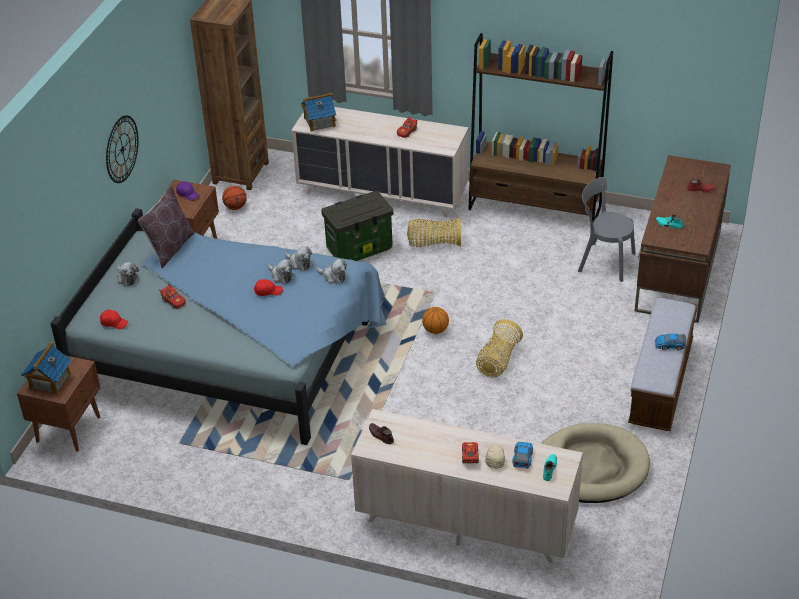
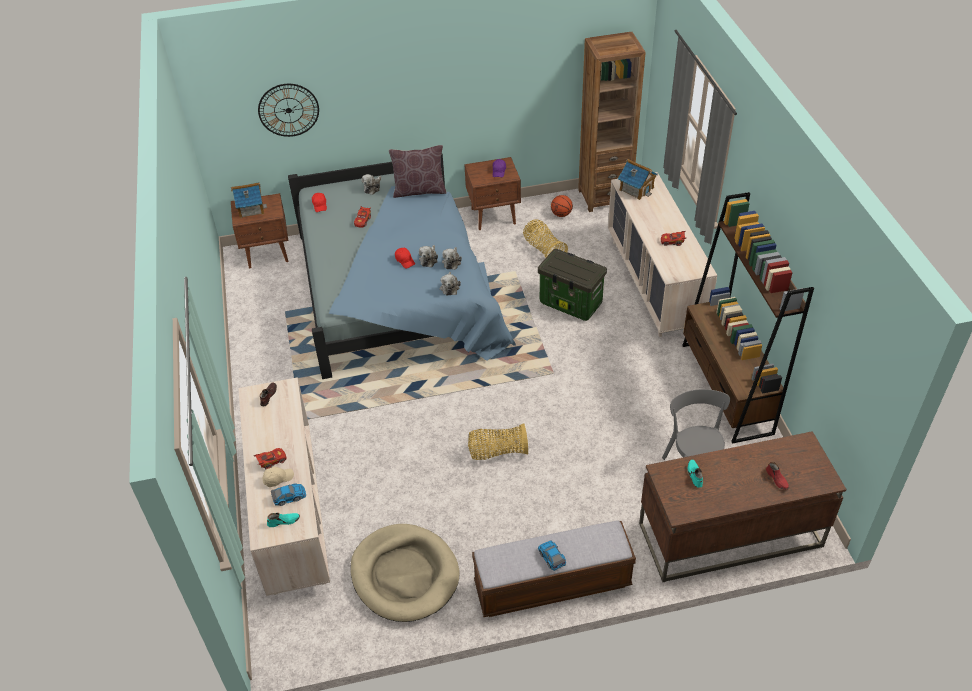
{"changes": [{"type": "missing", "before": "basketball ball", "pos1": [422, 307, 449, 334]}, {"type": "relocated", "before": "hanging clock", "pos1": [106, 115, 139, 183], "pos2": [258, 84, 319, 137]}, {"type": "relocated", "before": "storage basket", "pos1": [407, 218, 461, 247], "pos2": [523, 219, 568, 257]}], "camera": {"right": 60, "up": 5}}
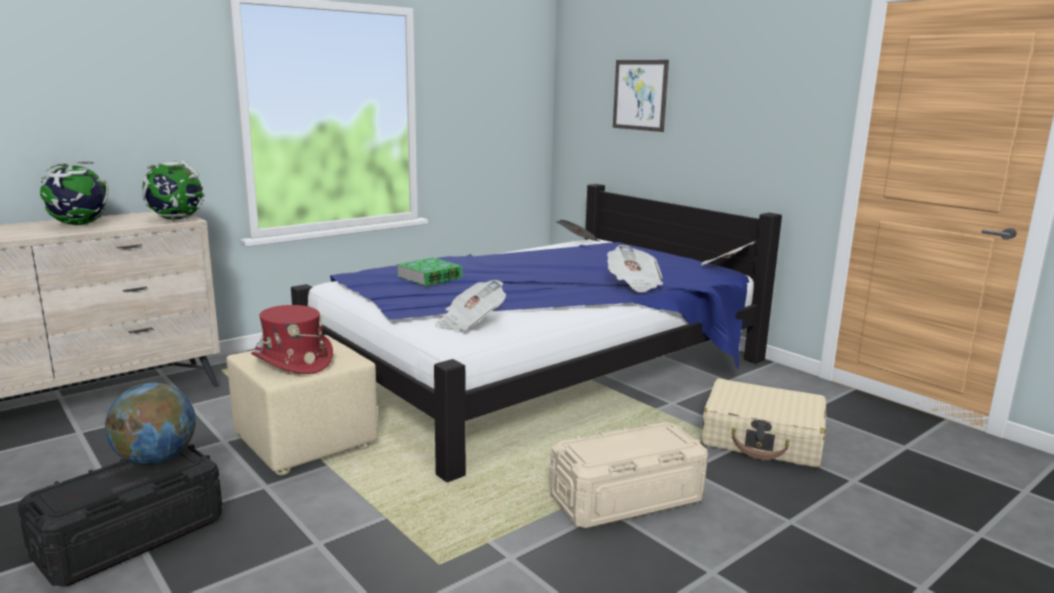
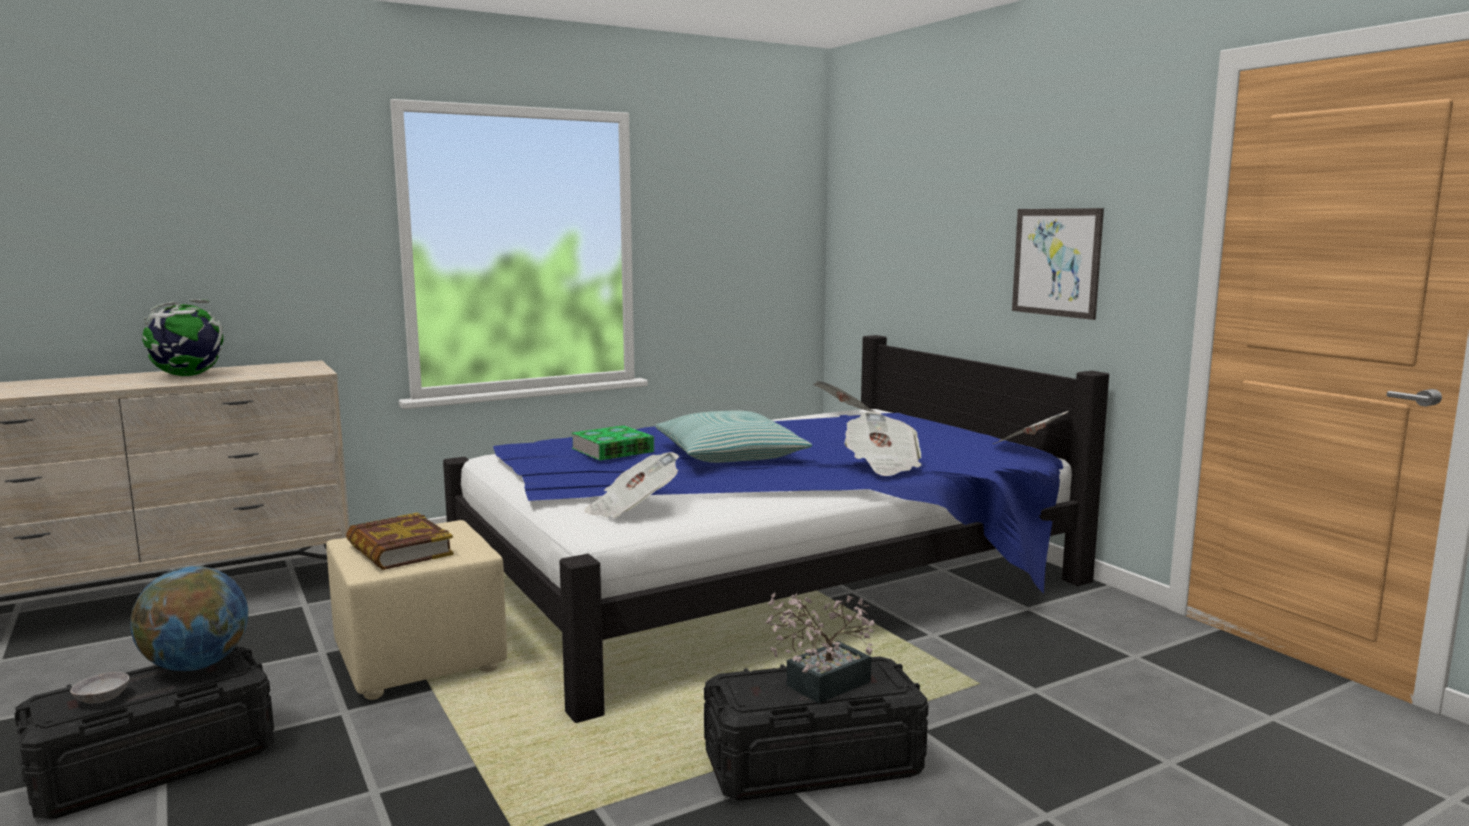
{"changes": [{"type": "missing", "before": "world globe", "pos1": [142, 160, 205, 221]}, {"type": "missing", "before": "beige-coloured piece of luggage", "pos1": [701, 378, 827, 468]}, {"type": "appeared", "after": "grey serving bowl", "pos2": [70, 672, 129, 703]}, {"type": "appeared", "after": "throw pillow", "pos2": [655, 411, 812, 463]}, {"type": "appeared", "after": "houseplant", "pos2": [765, 593, 874, 703]}, {"type": "relocated", "before": "wall art", "pos1": [613, 60, 669, 132], "pos2": [1012, 208, 1104, 320]}, {"type": "exchanged", "before": "red wearable hat", "after": "volume", "pos1": [251, 305, 333, 374], "pos2": [346, 513, 454, 570]}, {"type": "colour", "before": "beige-coloured storage box", "after": "black storage box", "pos1": [549, 422, 708, 528], "pos2": [704, 656, 929, 801]}], "camera": {"right": 10, "up": -5}}
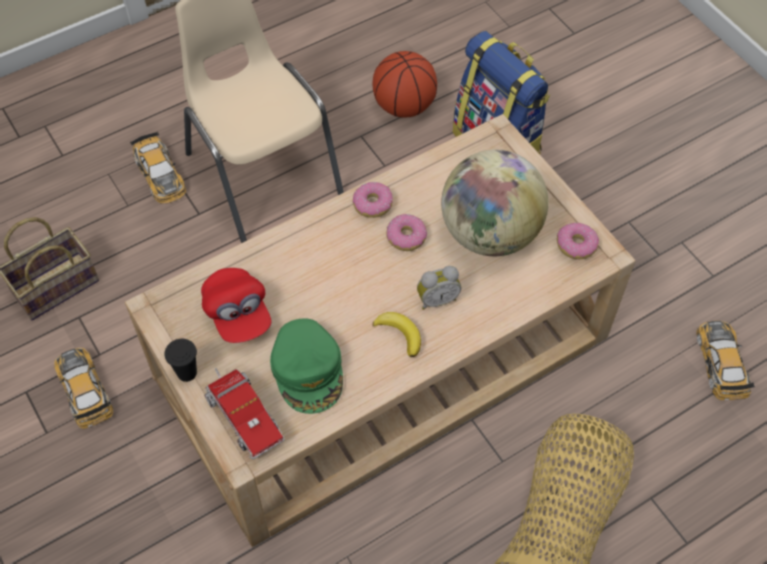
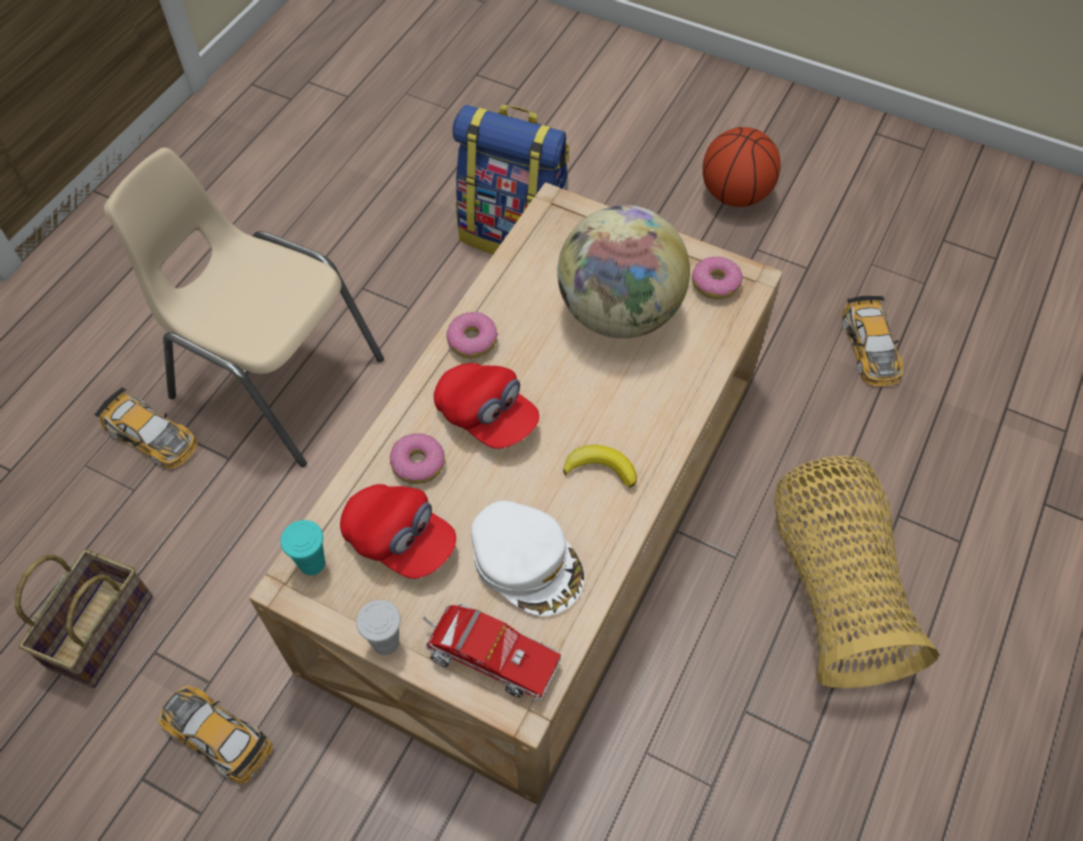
{"changes": [{"type": "missing", "before": "alarm clock", "pos1": [417, 266, 461, 310]}, {"type": "appeared", "after": "turquoise small cup", "pos2": [281, 520, 325, 575]}, {"type": "appeared", "after": "red cap", "pos2": [434, 363, 539, 449]}, {"type": "relocated", "before": "basketball ball", "pos1": [373, 51, 437, 118], "pos2": [703, 127, 781, 207]}, {"type": "relocated", "before": "ring doughnut", "pos1": [386, 214, 427, 251], "pos2": [390, 433, 445, 484]}, {"type": "colour", "before": "black small cup", "after": "whitish small cup", "pos1": [165, 339, 197, 382], "pos2": [356, 600, 401, 655]}, {"type": "colour", "before": "green cap", "after": "whitish cap", "pos1": [270, 318, 343, 414], "pos2": [471, 501, 585, 616]}, {"type": "spun", "before": "toy car", "pos1": [697, 321, 755, 400], "pos2": [843, 296, 903, 387], "turn": -150}], "camera": {"right": -30, "up": 0}}
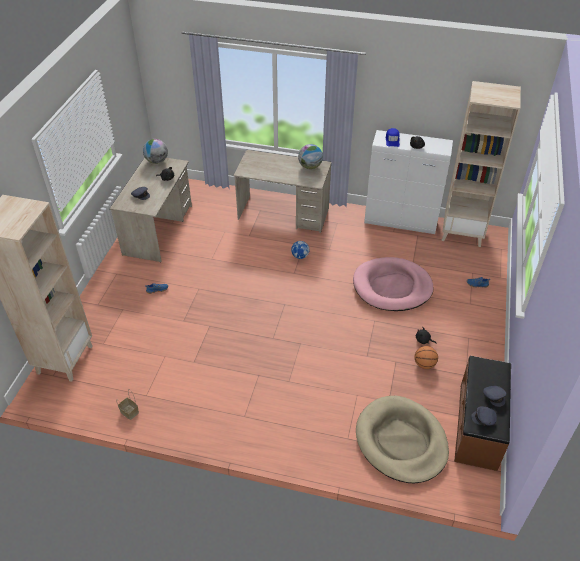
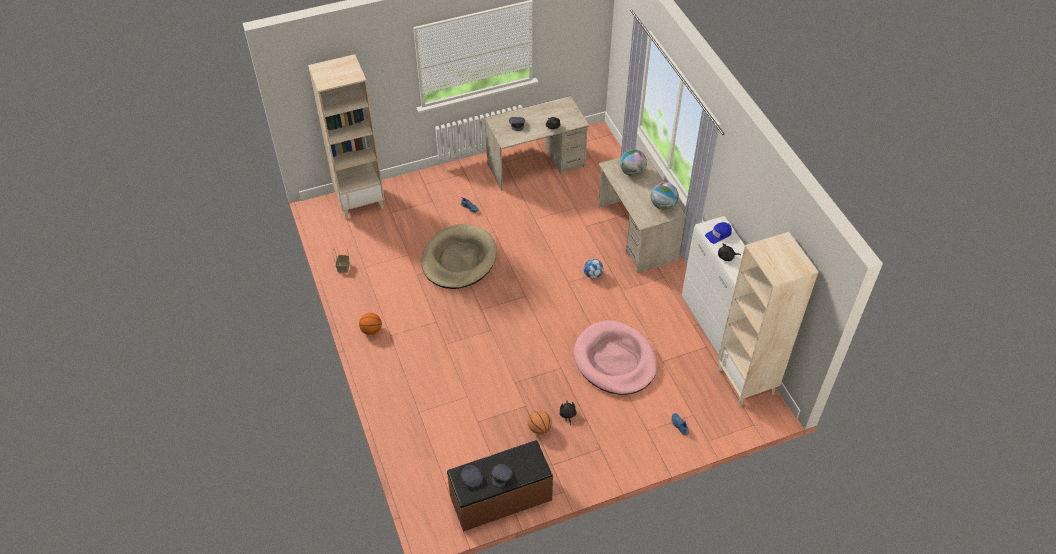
{"changes": [{"type": "appeared", "after": "basketball ball", "pos2": [359, 313, 382, 335]}, {"type": "relocated", "before": "world globe", "pos1": [143, 139, 168, 164], "pos2": [620, 149, 647, 176]}, {"type": "relocated", "before": "beige-coloured dog bed", "pos1": [356, 396, 449, 483], "pos2": [422, 224, 497, 289]}], "camera": {"right": 55, "up": 5}}
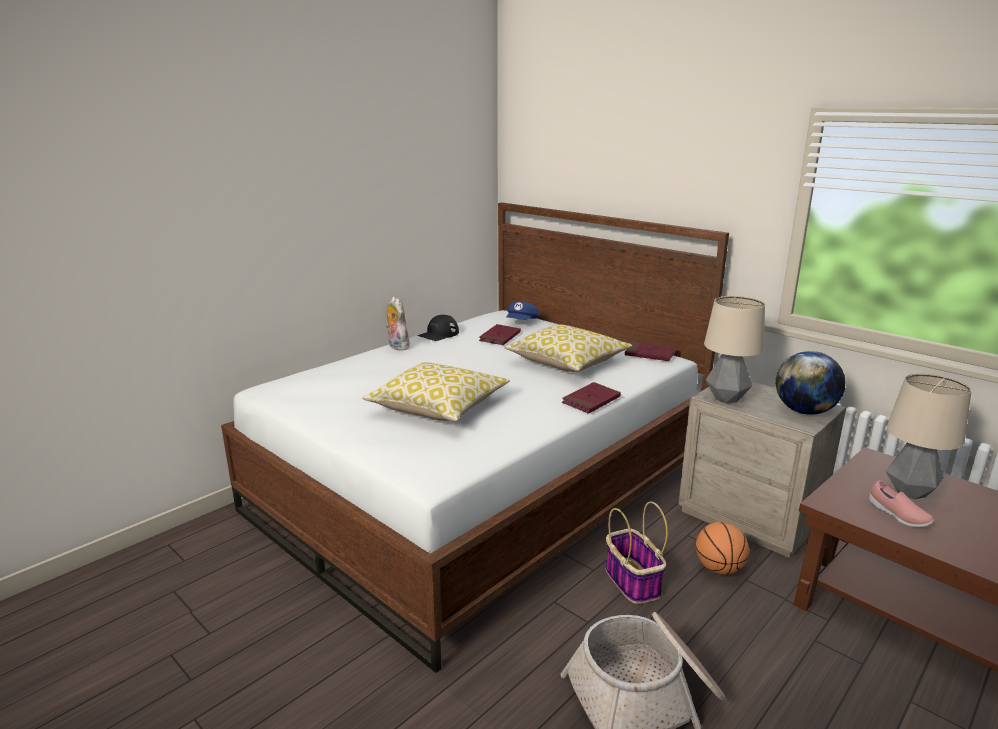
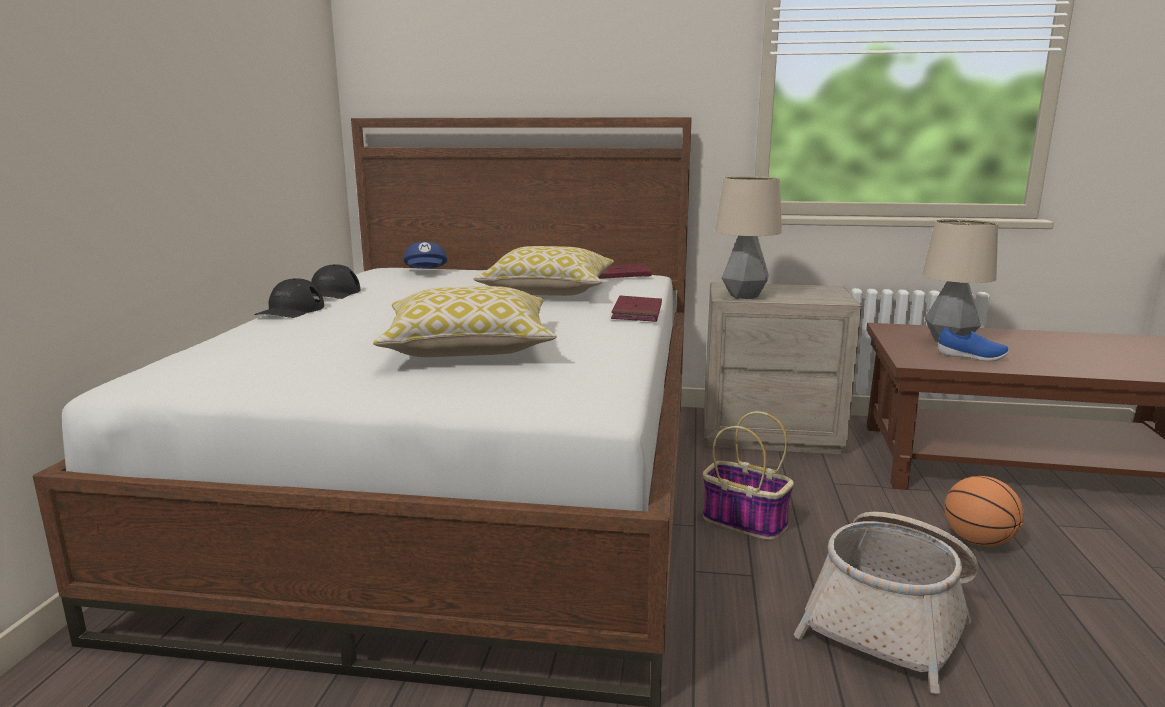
{"changes": [{"type": "missing", "before": "red volume", "pos1": [479, 324, 521, 345]}, {"type": "missing", "before": "world globe", "pos1": [776, 351, 846, 415]}, {"type": "relocated", "before": "basketball ball", "pos1": [696, 522, 749, 575], "pos2": [944, 476, 1024, 546]}, {"type": "exchanged", "before": "soft toy", "after": "black cap", "pos1": [385, 297, 411, 351], "pos2": [254, 278, 324, 318]}, {"type": "colour", "before": "pink item of footwear", "after": "bluish item of footwear", "pos1": [869, 480, 934, 528], "pos2": [938, 328, 1009, 361]}], "camera": {"right": -35, "up": -5}}
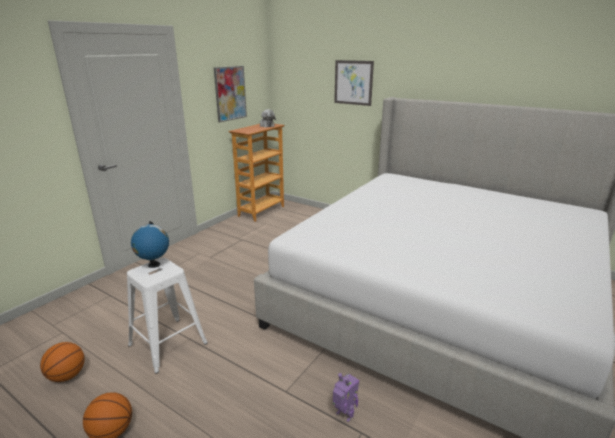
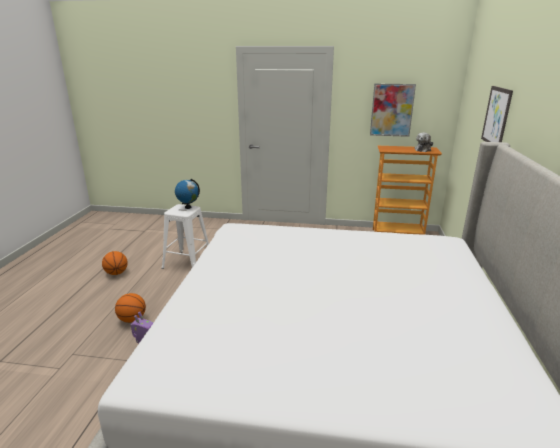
{"changes": [{"type": "relocated", "before": "basketball ball", "pos1": [40, 342, 85, 382], "pos2": [115, 293, 146, 323]}], "camera": {"right": 65, "up": 0}}
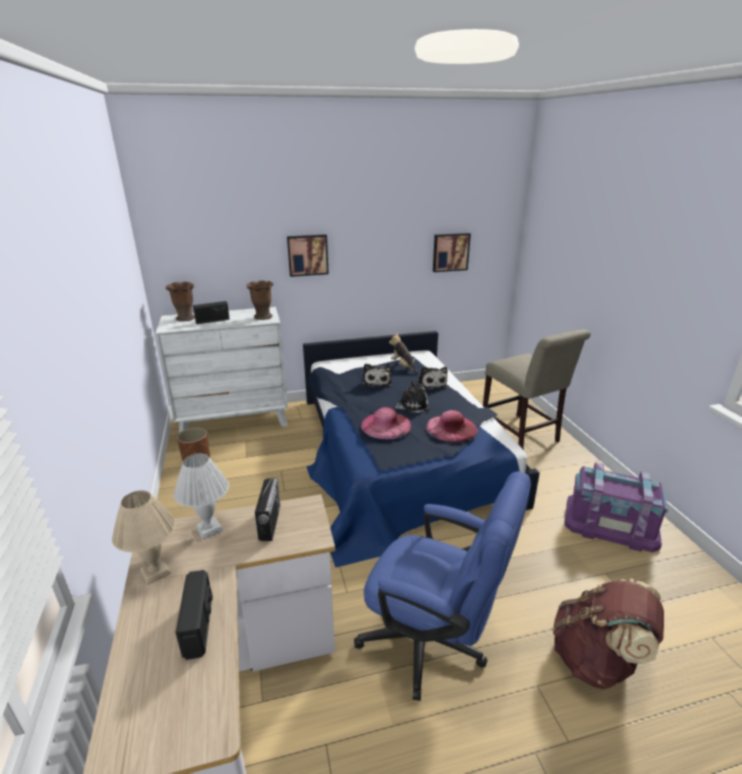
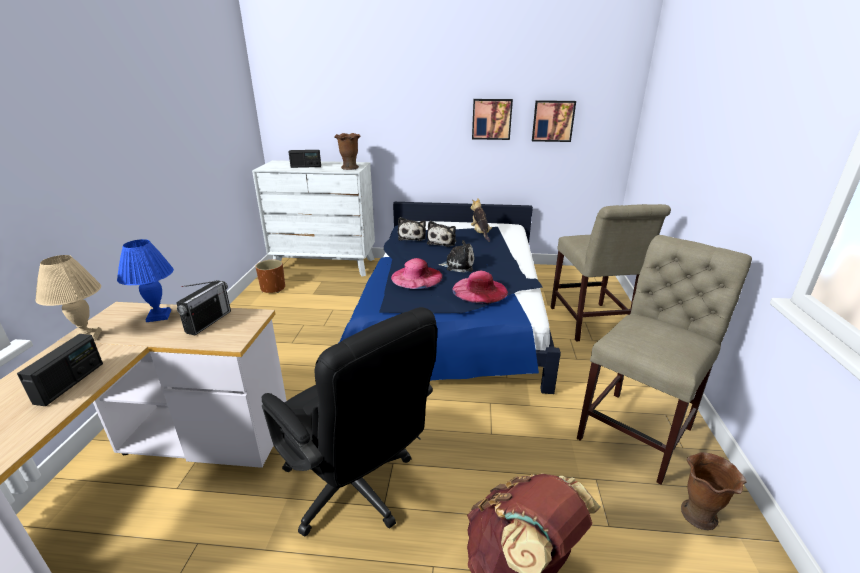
{"changes": [{"type": "relocated", "before": "brownish vase", "pos1": [165, 282, 195, 322], "pos2": [681, 452, 746, 530]}, {"type": "relocated", "before": "wall art", "pos1": [287, 234, 329, 277], "pos2": [472, 99, 513, 140]}, {"type": "relocated", "before": "soft toy", "pos1": [416, 367, 447, 390], "pos2": [398, 217, 426, 241]}, {"type": "exchanged", "before": "purple storage box", "after": "beige-coloured plain chair", "pos1": [565, 462, 668, 552], "pos2": [577, 235, 752, 484]}, {"type": "colour", "before": "whitish lamp for a table", "after": "bluish lamp for a table", "pos1": [174, 453, 229, 539], "pos2": [117, 239, 174, 322]}, {"type": "colour", "before": "bluish office chair", "after": "black office chair", "pos1": [354, 471, 531, 701], "pos2": [262, 307, 437, 537]}], "camera": {"right": 20, "up": 0}}
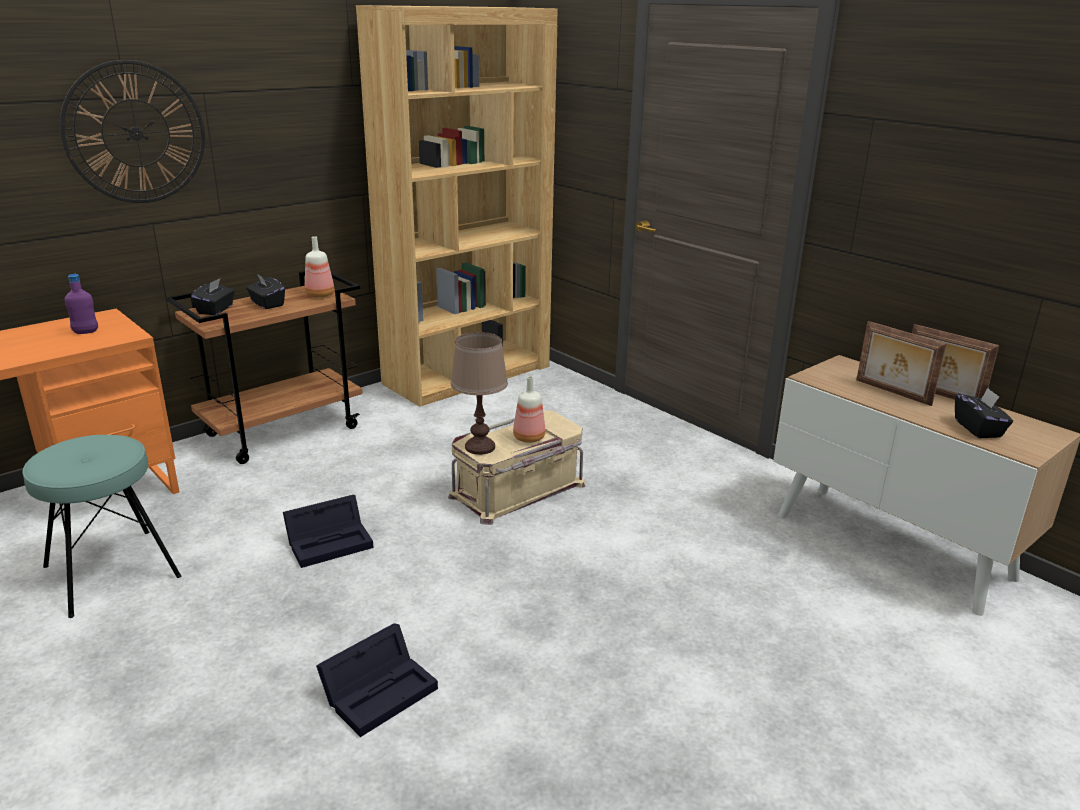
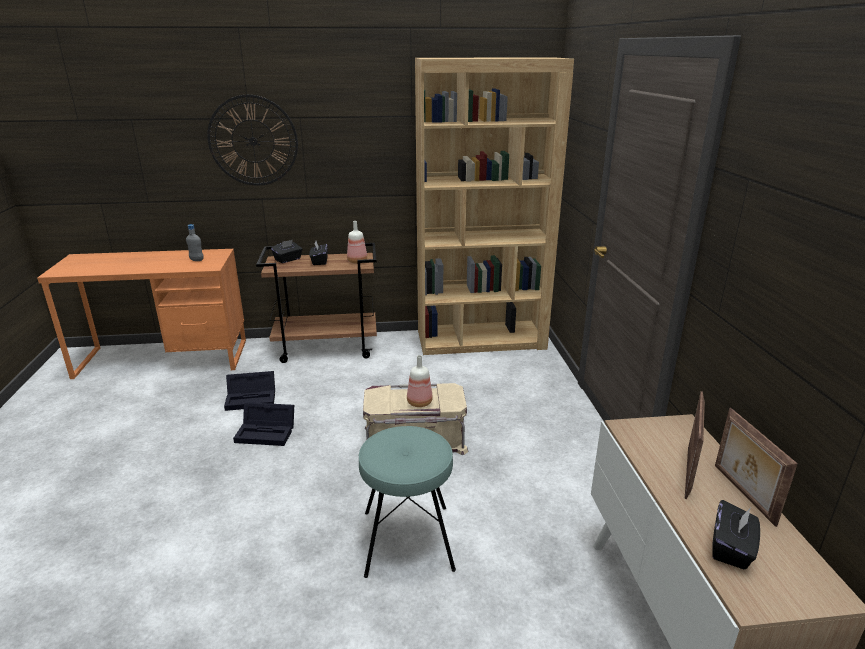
{"changes": [{"type": "missing", "before": "brownish lamp for a table", "pos1": [451, 332, 508, 455]}, {"type": "relocated", "before": "turquoise sitting stool", "pos1": [22, 435, 181, 618], "pos2": [359, 426, 456, 578]}, {"type": "relocated", "before": "black storage box", "pos1": [316, 623, 438, 737], "pos2": [224, 371, 275, 411]}, {"type": "colour", "before": "purple beverage bottle", "after": "grey beverage bottle", "pos1": [64, 274, 98, 334], "pos2": [186, 224, 204, 261]}, {"type": "spun", "before": "standing frame", "pos1": [856, 321, 947, 406], "pos2": [685, 391, 705, 499], "turn": -150}], "camera": {"right": 35, "up": 0}}
